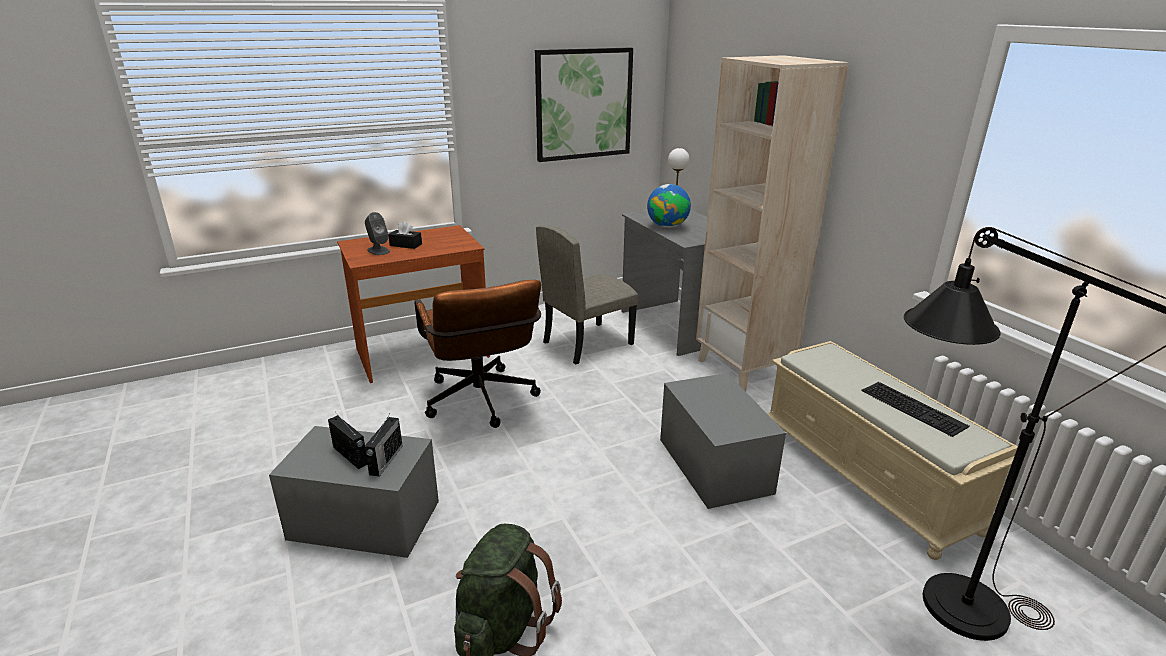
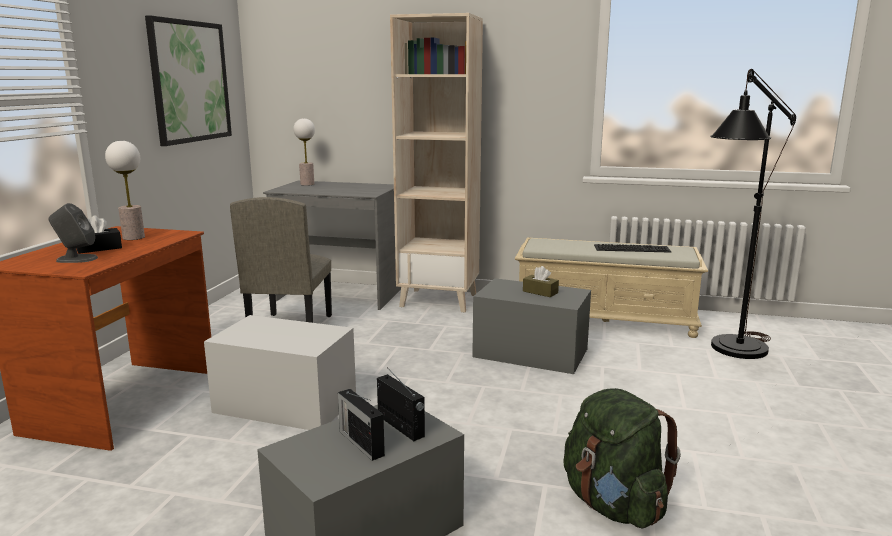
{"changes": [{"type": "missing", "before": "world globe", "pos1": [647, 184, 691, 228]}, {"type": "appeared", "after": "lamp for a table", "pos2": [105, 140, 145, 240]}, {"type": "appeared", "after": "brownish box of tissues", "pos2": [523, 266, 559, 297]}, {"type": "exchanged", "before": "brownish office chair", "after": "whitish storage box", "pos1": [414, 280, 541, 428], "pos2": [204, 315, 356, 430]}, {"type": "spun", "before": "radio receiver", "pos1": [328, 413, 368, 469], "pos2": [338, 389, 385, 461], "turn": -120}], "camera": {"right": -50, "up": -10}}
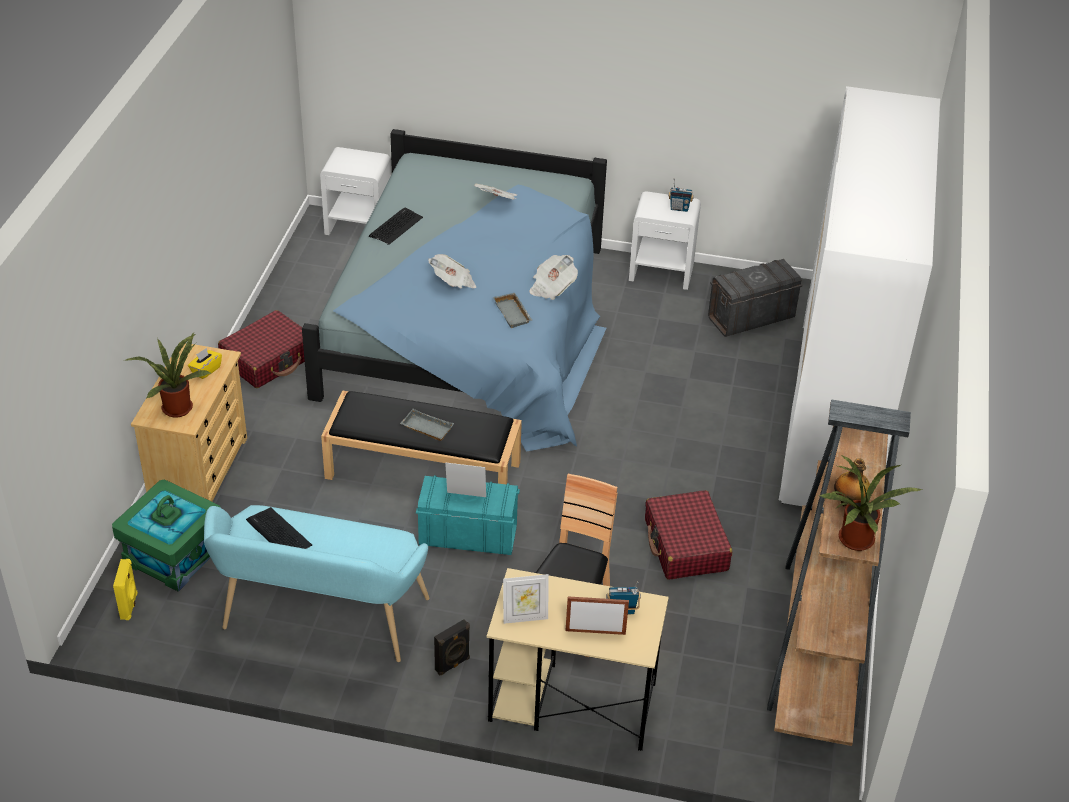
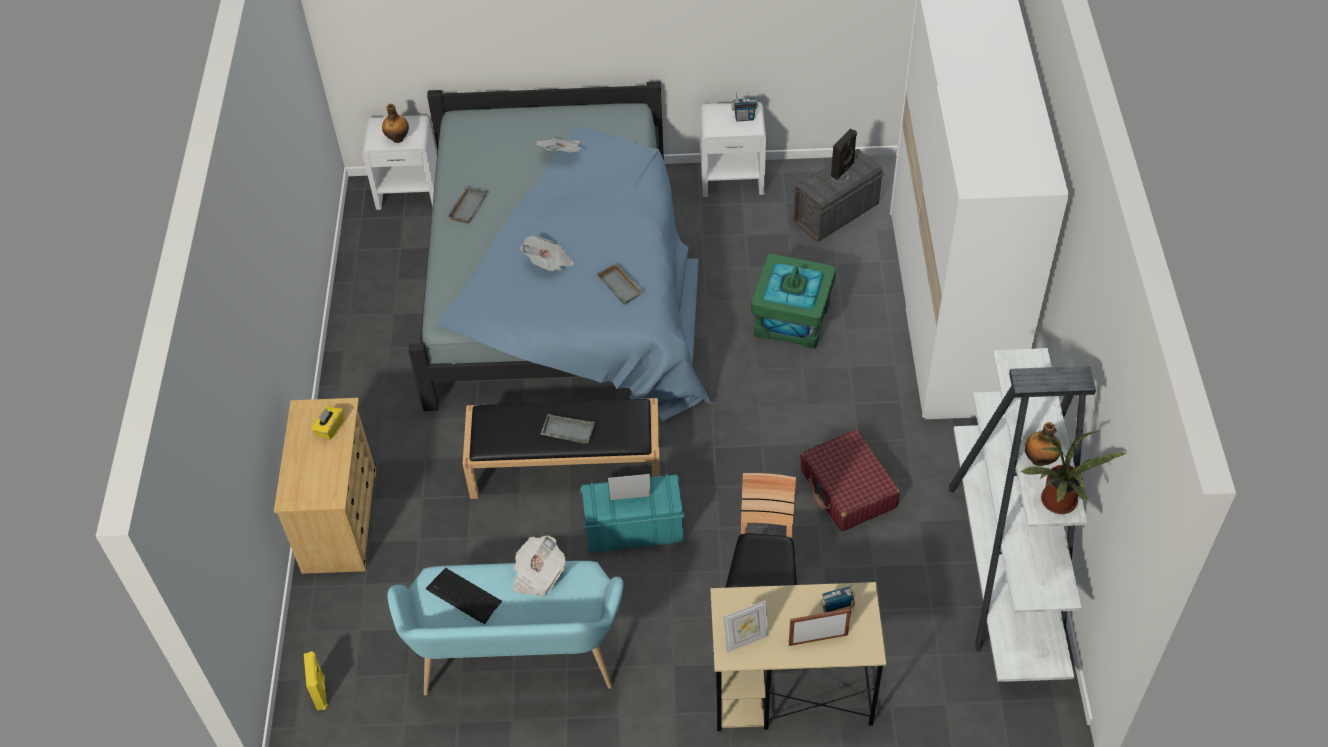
{"changes": [{"type": "missing", "before": "houseplant", "pos1": [124, 333, 212, 418]}, {"type": "missing", "before": "red piece of luggage", "pos1": [218, 310, 305, 388]}, {"type": "appeared", "after": "beverage bottle", "pos2": [382, 104, 409, 143]}, {"type": "relocated", "before": "green storage box", "pos1": [112, 479, 221, 592], "pos2": [751, 254, 836, 349]}, {"type": "relocated", "before": "black speaker", "pos1": [434, 619, 470, 675], "pos2": [831, 129, 857, 180]}, {"type": "relocated", "before": "daily paper", "pos1": [529, 255, 578, 300], "pos2": [513, 536, 565, 597]}, {"type": "exchanged", "before": "keyboard", "after": "grey carrying tray", "pos1": [369, 208, 423, 245], "pos2": [447, 186, 487, 224]}, {"type": "colour", "before": "brownish shelving unit", "after": "whitish shelving unit", "pos1": [767, 399, 911, 746], "pos2": [949, 348, 1096, 682]}], "camera": {"right": -10, "up": 10}}
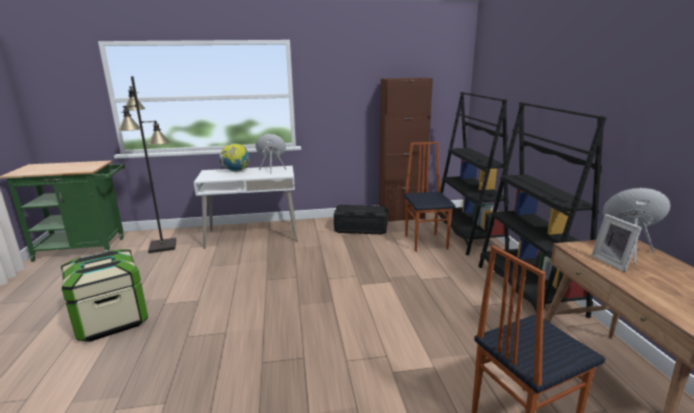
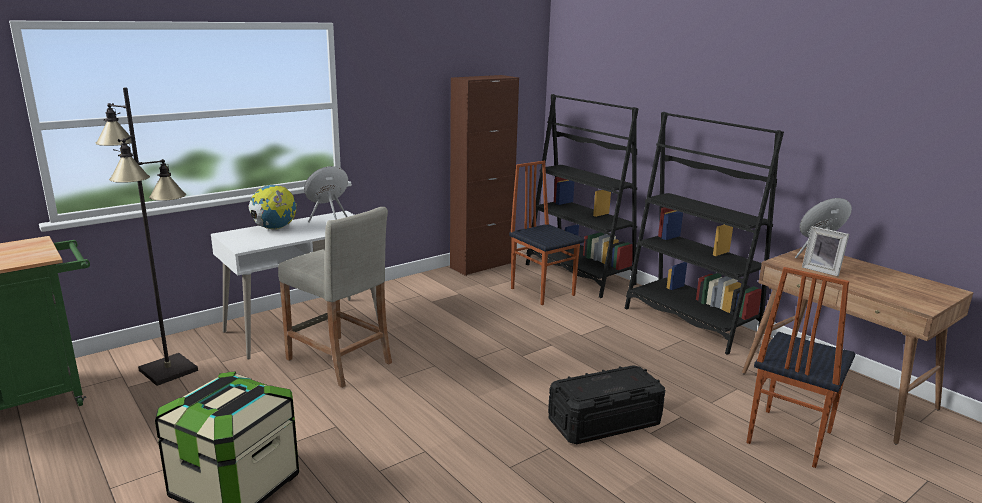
{"changes": [{"type": "appeared", "after": "beige-coloured sitting stool", "pos2": [278, 207, 392, 388]}, {"type": "relocated", "before": "black storage box", "pos1": [334, 205, 388, 235], "pos2": [548, 365, 665, 444]}], "camera": {"right": -30, "up": 0}}
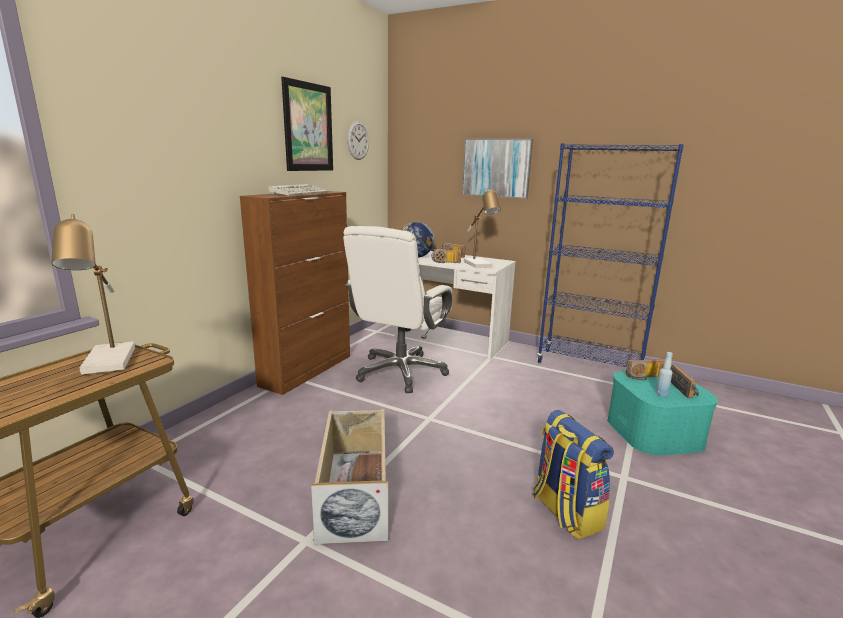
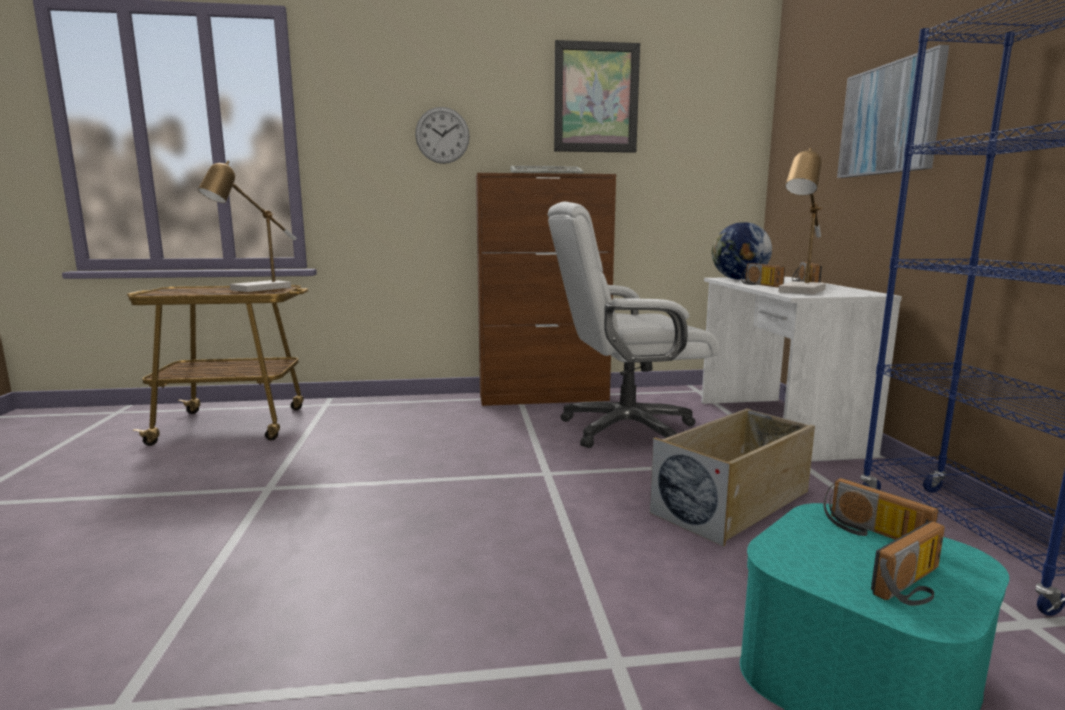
{"changes": [{"type": "missing", "before": "backpack", "pos1": [533, 410, 614, 539]}, {"type": "missing", "before": "bluish beverage bottle", "pos1": [655, 352, 673, 396]}, {"type": "relocated", "before": "beige-coloured storage box", "pos1": [311, 409, 389, 544], "pos2": [650, 408, 815, 547]}, {"type": "relocated", "before": "hanging clock", "pos1": [347, 121, 369, 160], "pos2": [415, 107, 470, 164]}], "camera": {"right": 55, "up": -5}}
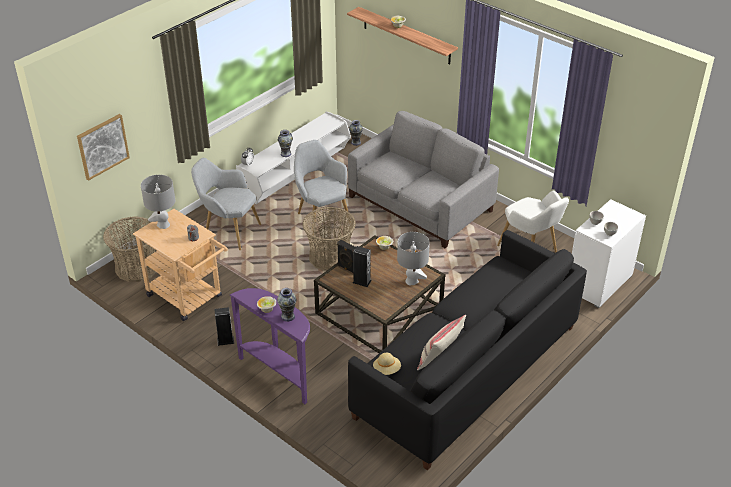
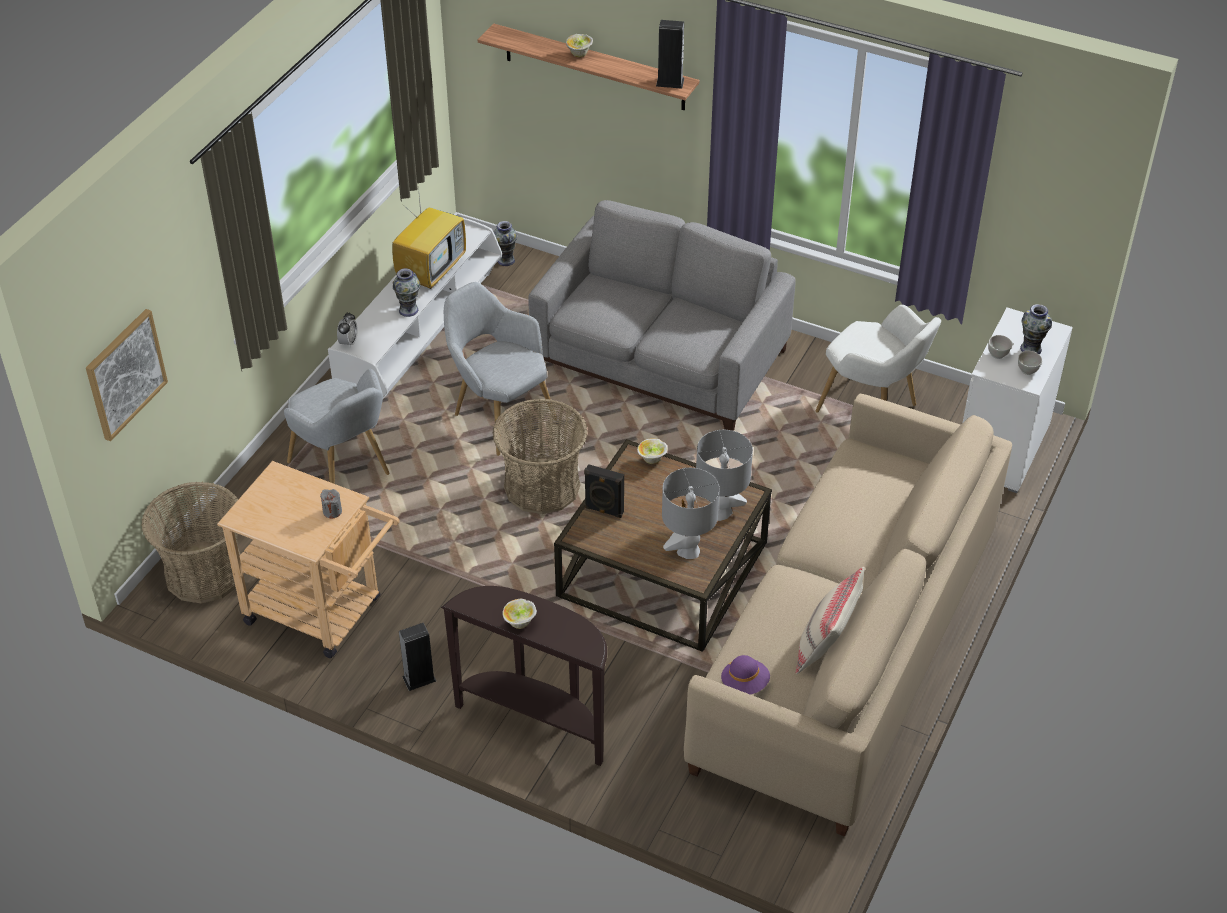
{"changes": [{"type": "appeared", "after": "TV set", "pos2": [392, 186, 466, 289]}, {"type": "relocated", "before": "grey lamp for a table", "pos1": [141, 175, 175, 229], "pos2": [662, 468, 720, 559]}, {"type": "relocated", "before": "vase", "pos1": [277, 288, 296, 321], "pos2": [1020, 304, 1052, 354]}, {"type": "relocated", "before": "speaker", "pos1": [353, 246, 372, 287], "pos2": [656, 20, 684, 89]}, {"type": "colour", "before": "purple hall table", "after": "brownish hall table", "pos1": [230, 288, 310, 404], "pos2": [441, 586, 607, 766]}, {"type": "colour", "before": "black settee", "after": "beige-coloured settee", "pos1": [348, 230, 587, 470], "pos2": [684, 394, 1012, 837]}, {"type": "colour", "before": "beige-coloured wearable hat", "after": "purple wearable hat", "pos1": [373, 353, 401, 375], "pos2": [721, 655, 770, 694]}, {"type": "spun", "before": "grey armchair", "pos1": [191, 158, 261, 250], "pos2": [284, 369, 390, 484], "turn": -135}], "camera": {"right": -15, "up": 5}}
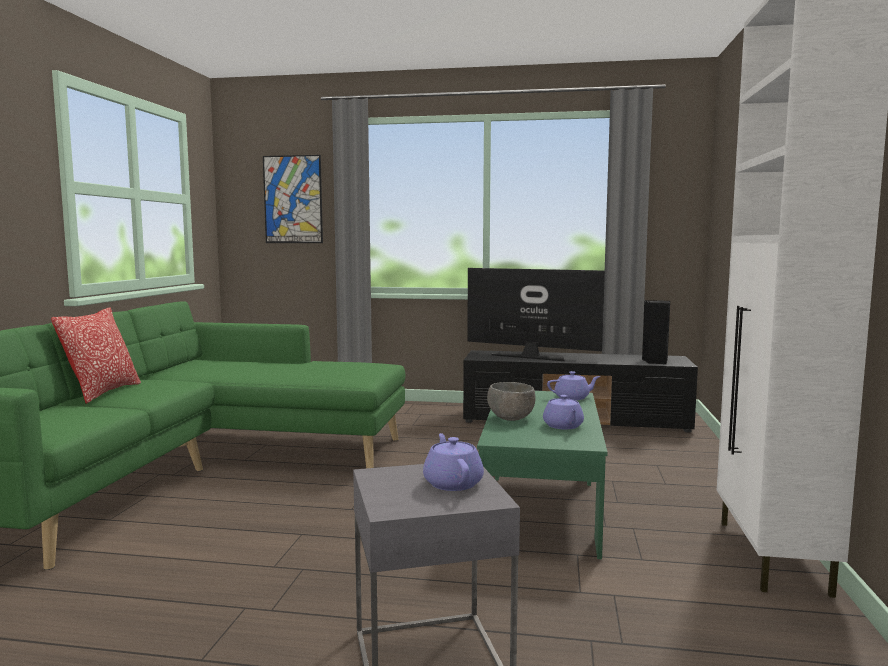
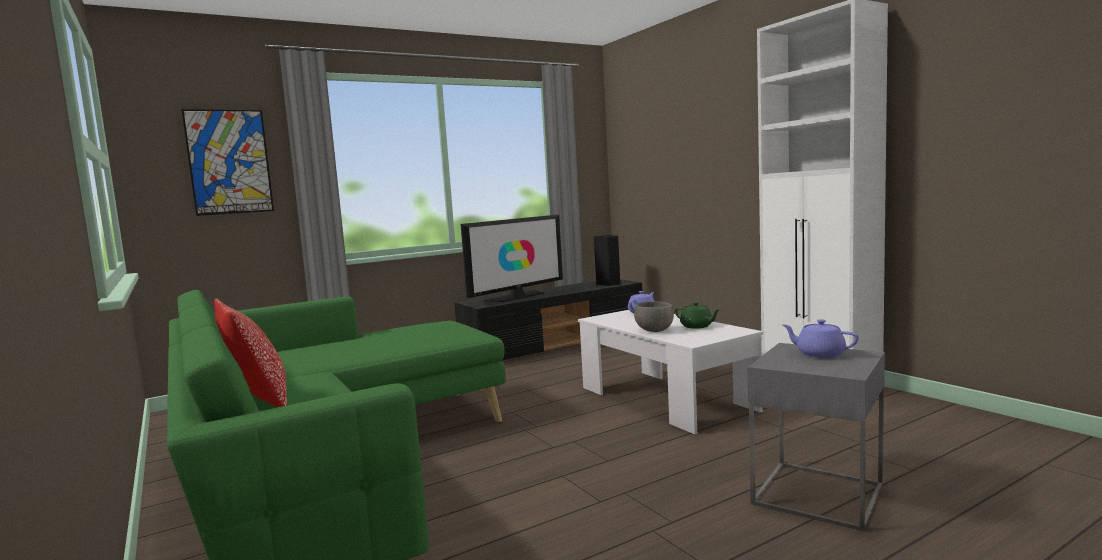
{"changes": [{"type": "colour", "before": "green coffee table", "after": "whitish coffee table", "pos1": [477, 391, 608, 559], "pos2": [578, 310, 763, 434]}, {"type": "colour", "before": "purple tea pot", "after": "green tea pot", "pos1": [543, 395, 584, 429], "pos2": [675, 302, 721, 329]}, {"type": "spun", "before": "TV set", "pos1": [467, 268, 605, 361], "pos2": [461, 215, 563, 302], "turn": 150}], "camera": {"right": -40, "up": 0}}
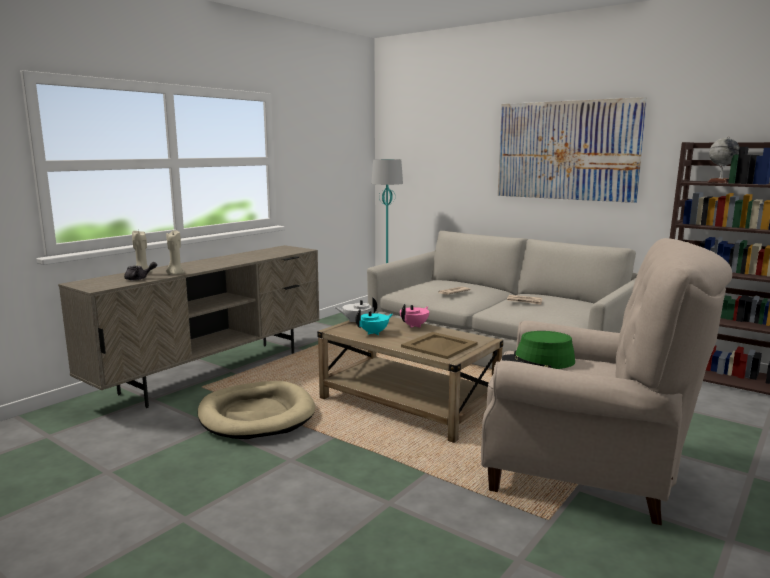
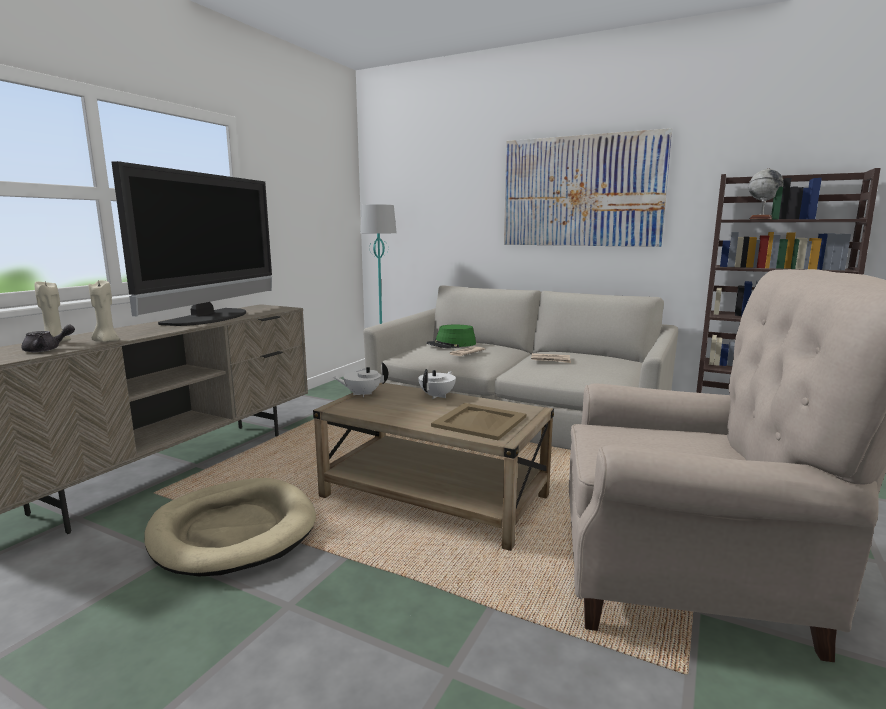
{"changes": [{"type": "missing", "before": "turquoise tea pot", "pos1": [355, 310, 393, 335]}, {"type": "appeared", "after": "TV set", "pos2": [111, 161, 272, 326]}, {"type": "relocated", "before": "green wearable hat", "pos1": [502, 331, 575, 369], "pos2": [427, 325, 476, 348]}, {"type": "colour", "before": "pink tea pot", "after": "whitish tea pot", "pos1": [400, 304, 429, 328], "pos2": [418, 369, 456, 399]}], "camera": {"right": -10, "up": 0}}
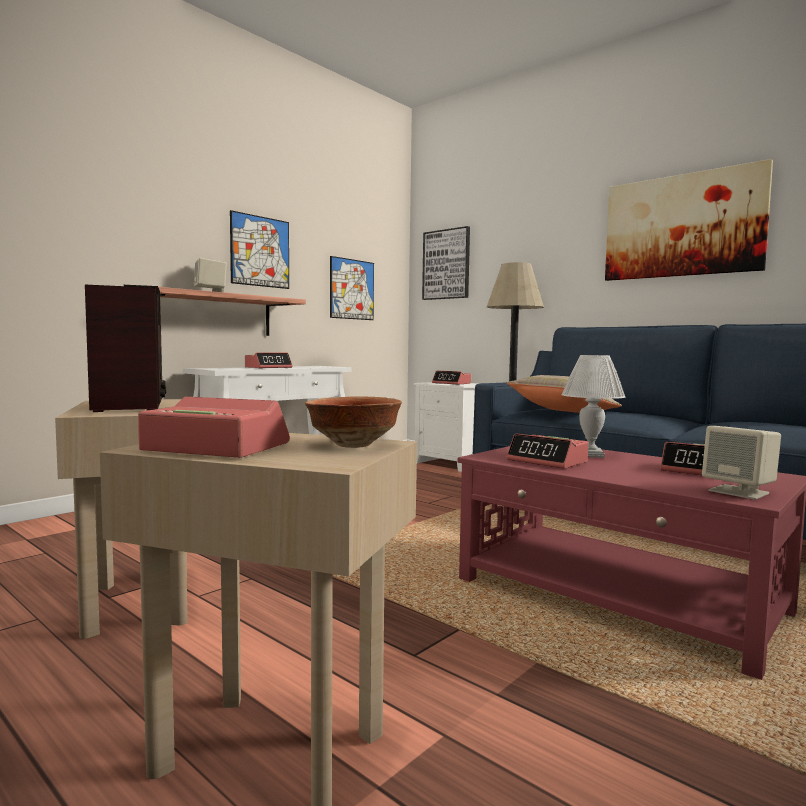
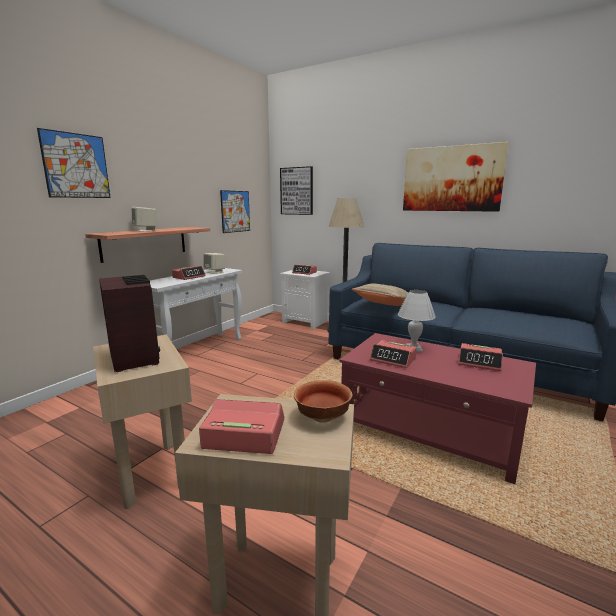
{"changes": [{"type": "relocated", "before": "wall art", "pos1": [230, 210, 289, 289], "pos2": [37, 128, 111, 198]}, {"type": "relocated", "before": "beige-coloured speaker", "pos1": [702, 426, 781, 500], "pos2": [203, 253, 225, 274]}], "camera": {"right": -10, "up": 10}}
